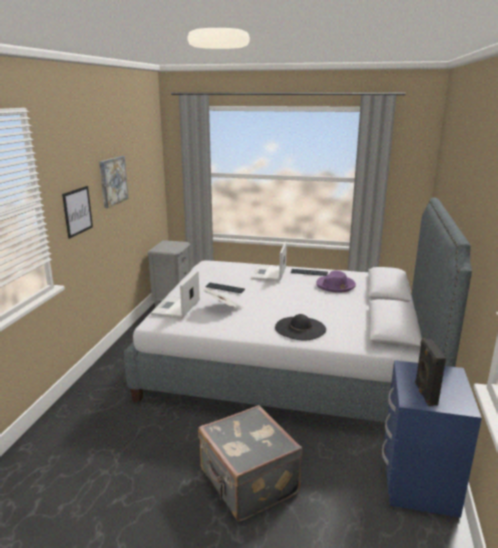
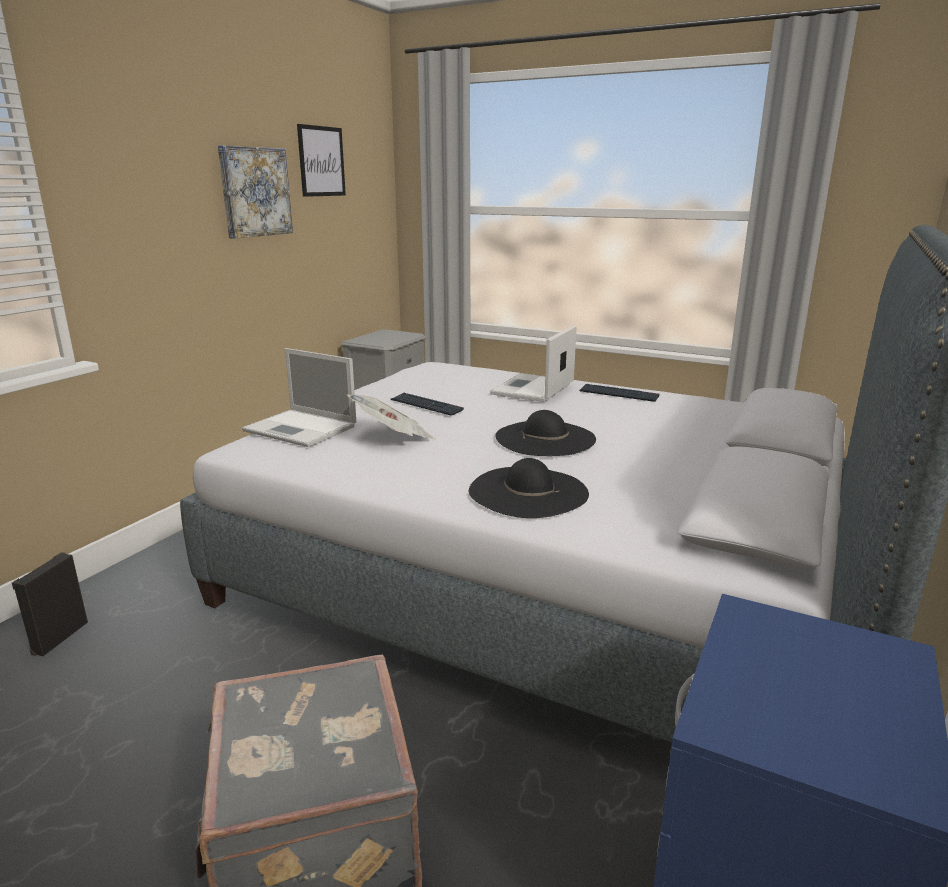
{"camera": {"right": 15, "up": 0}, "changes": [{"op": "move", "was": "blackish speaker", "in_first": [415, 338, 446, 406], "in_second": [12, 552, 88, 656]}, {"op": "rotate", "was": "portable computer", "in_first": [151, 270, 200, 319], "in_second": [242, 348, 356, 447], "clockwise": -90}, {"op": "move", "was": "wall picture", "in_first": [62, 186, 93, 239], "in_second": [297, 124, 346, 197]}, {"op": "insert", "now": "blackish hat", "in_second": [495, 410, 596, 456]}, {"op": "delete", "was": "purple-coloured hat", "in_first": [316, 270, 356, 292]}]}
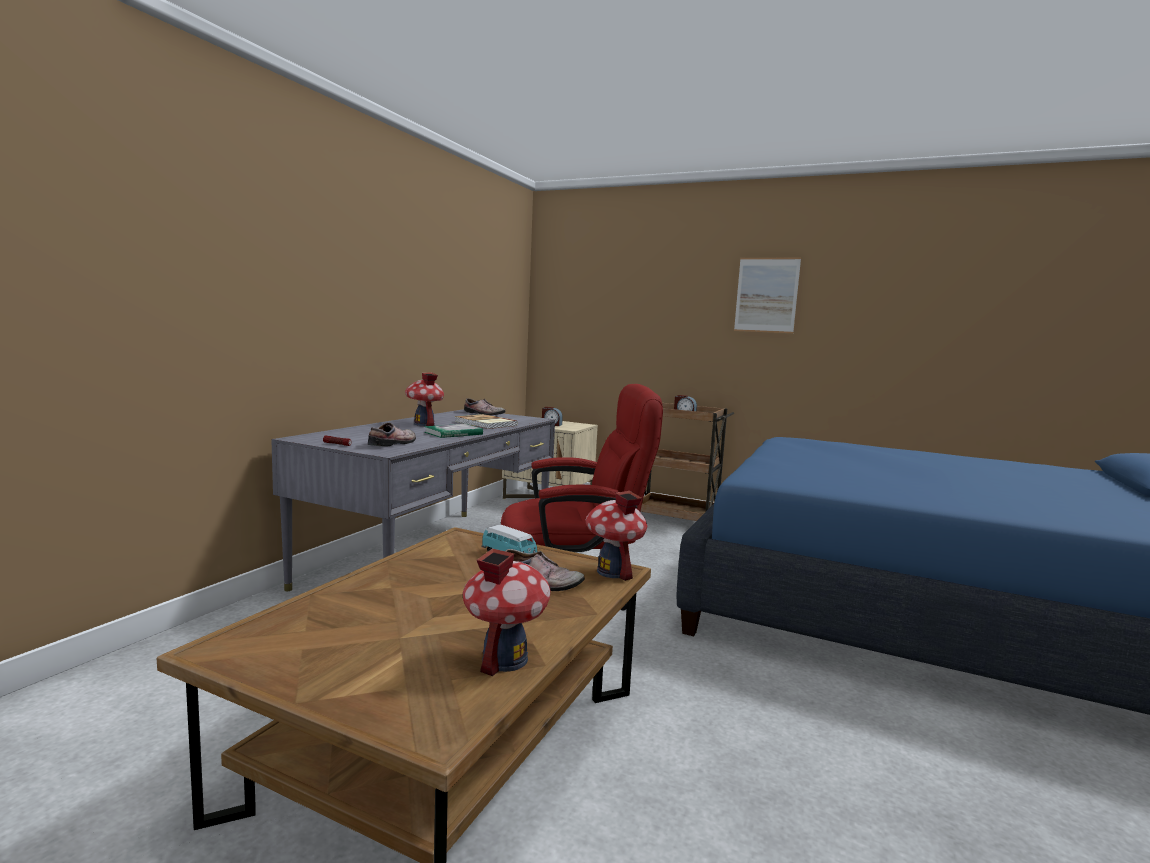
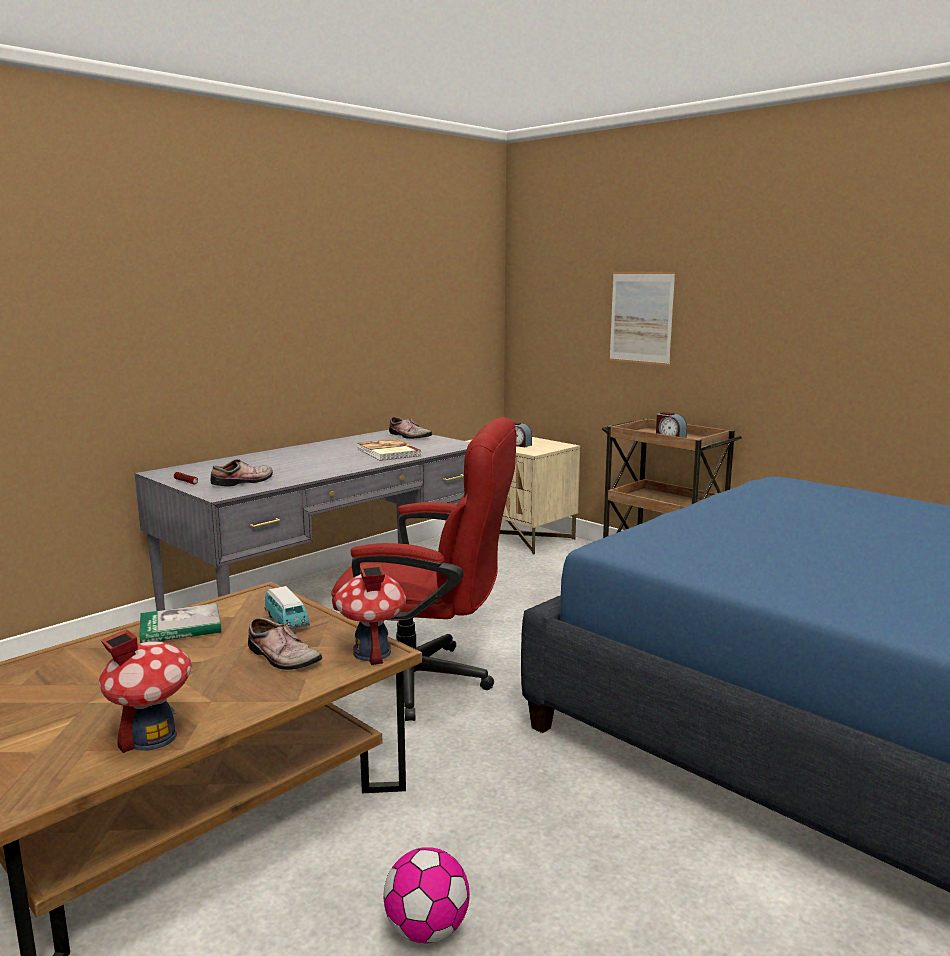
{"camera": {"right": 20, "up": 5}, "changes": [{"op": "move", "was": "bound book", "in_first": [424, 424, 483, 438], "in_second": [139, 603, 221, 643]}, {"op": "insert", "now": "football", "in_second": [383, 847, 470, 944]}, {"op": "move", "was": "wall picture", "in_first": [734, 258, 801, 333], "in_second": [609, 272, 675, 366]}, {"op": "delete", "was": "toy house", "in_first": [405, 373, 444, 426]}]}
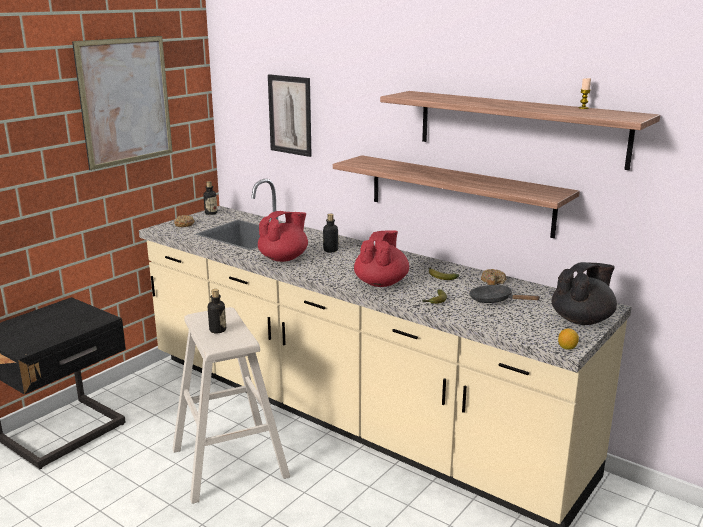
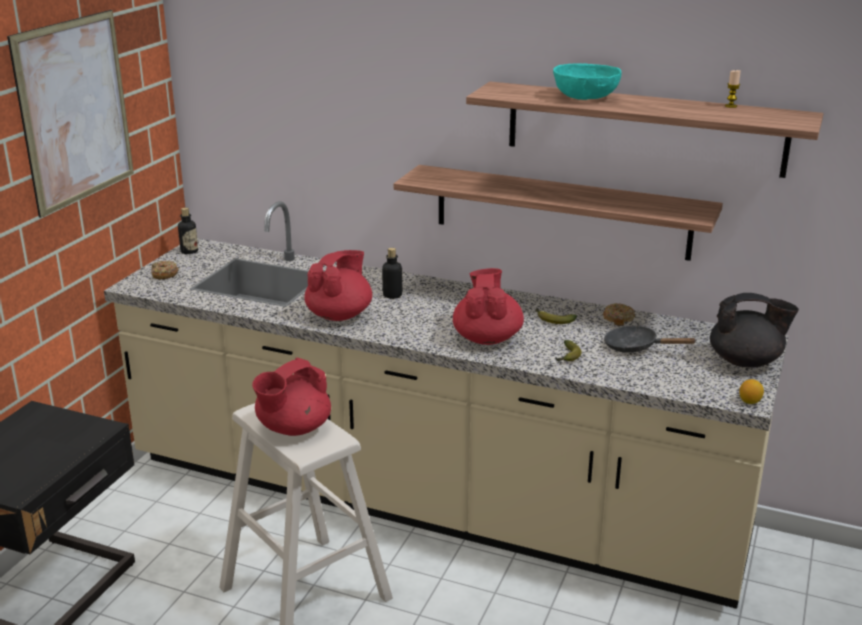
{"camera": {"right": -15, "up": 5}, "changes": [{"op": "replace", "was": "beverage bottle", "now": "reddish teapot", "in_first": [208, 289, 226, 333], "in_second": [252, 358, 331, 436]}, {"op": "insert", "now": "blue-green bowl", "in_second": [553, 64, 621, 100]}, {"op": "rotate", "was": "blackish teapot", "in_first": [552, 262, 617, 325], "in_second": [710, 293, 799, 367], "clockwise": 60}, {"op": "delete", "was": "wall picture", "in_first": [268, 74, 312, 157]}]}
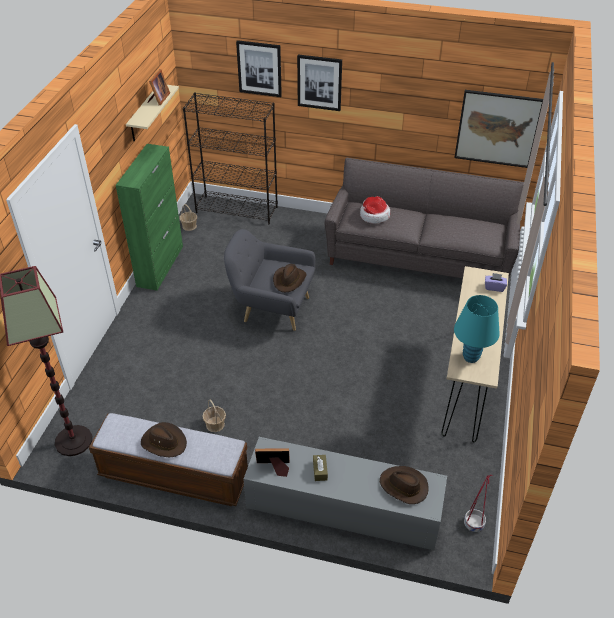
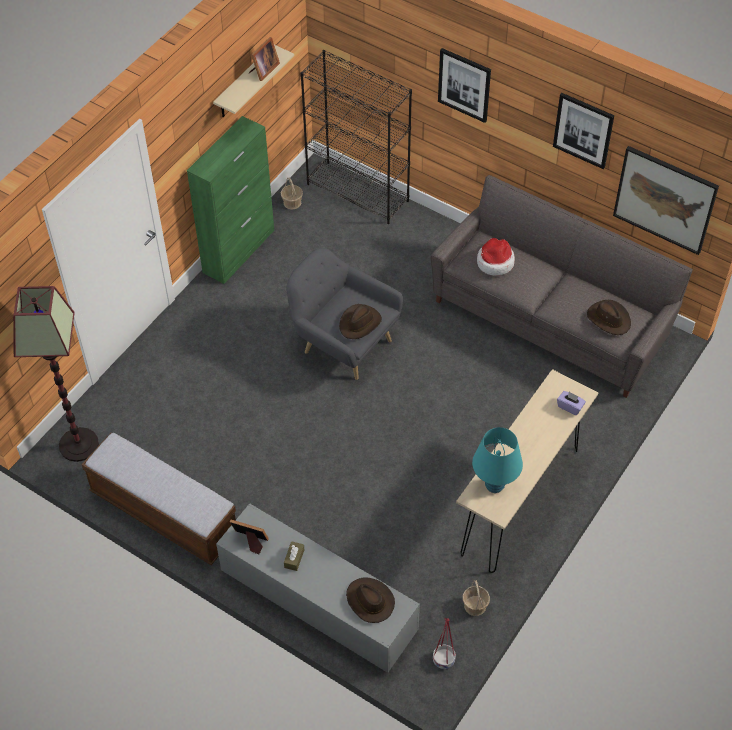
{"camera": {"right": 20, "up": 10}, "changes": [{"op": "move", "was": "basket", "in_first": [202, 399, 226, 432], "in_second": [463, 580, 490, 616]}, {"op": "move", "was": "wall picture", "in_first": [236, 40, 282, 97], "in_second": [553, 93, 614, 169]}, {"op": "move", "was": "brownish hat", "in_first": [141, 422, 187, 457], "in_second": [587, 300, 631, 335]}]}
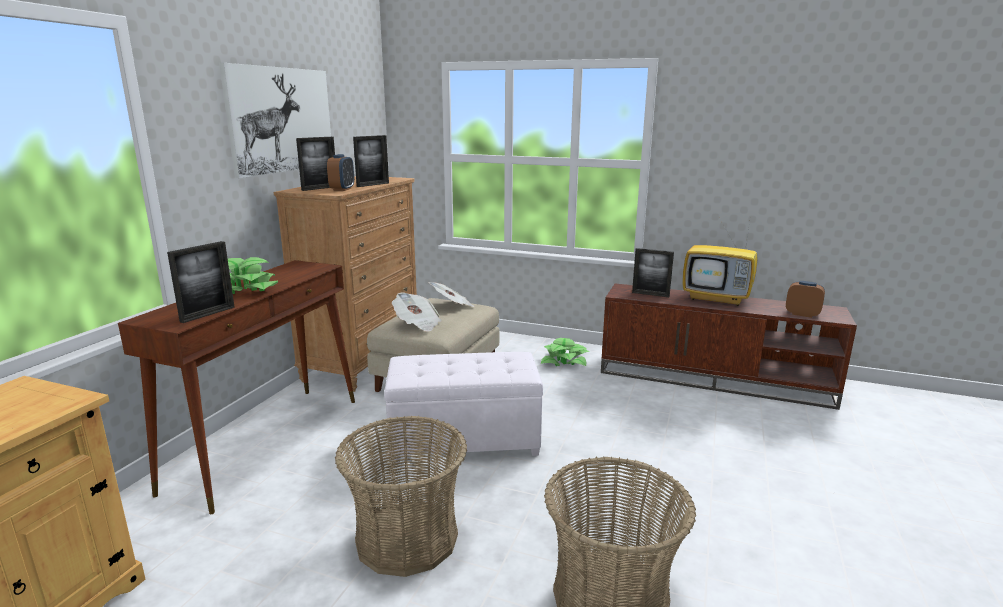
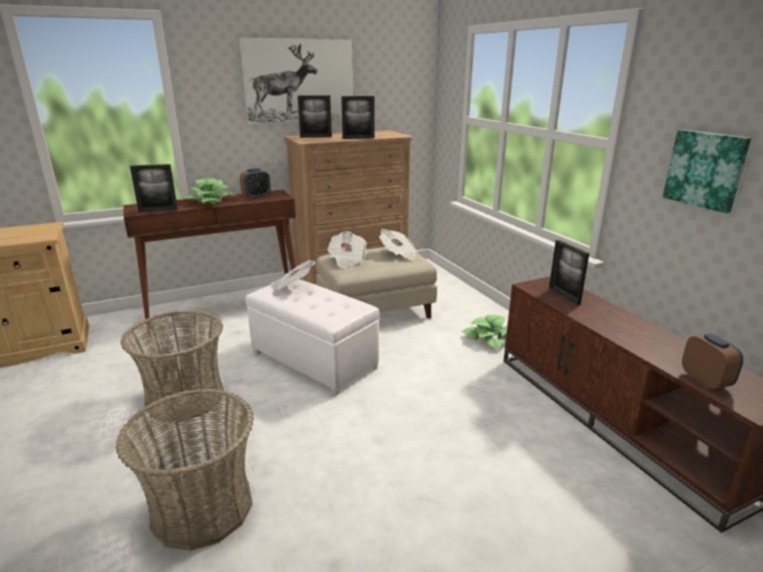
{"camera": {"right": 45, "up": 5}, "changes": [{"op": "move", "was": "table clock", "in_first": [327, 154, 354, 191], "in_second": [240, 168, 271, 199]}, {"op": "insert", "now": "newspaper", "in_second": [270, 260, 315, 292]}, {"op": "insert", "now": "wall picture", "in_second": [663, 130, 751, 213]}, {"op": "delete", "was": "TV set", "in_first": [682, 215, 757, 306]}]}
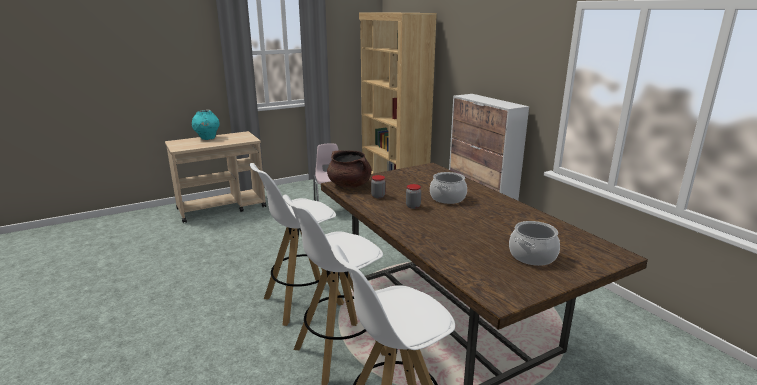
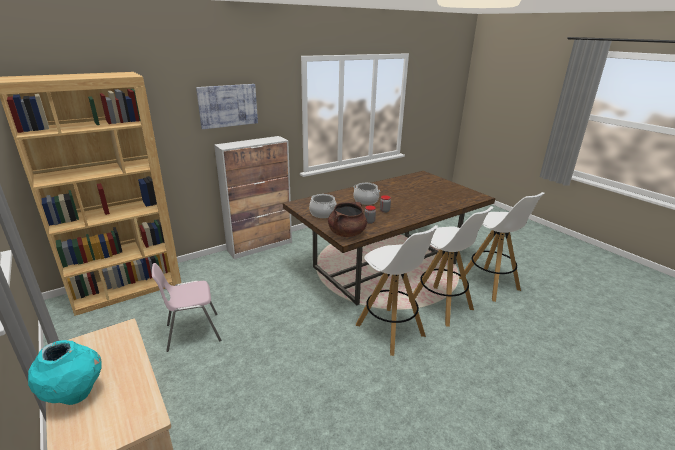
{"camera": {"right": -95, "up": 5}, "changes": [{"op": "insert", "now": "wall picture", "in_second": [196, 84, 258, 129]}, {"op": "move", "was": "cooking pot", "in_first": [509, 221, 560, 266], "in_second": [309, 194, 337, 218]}]}
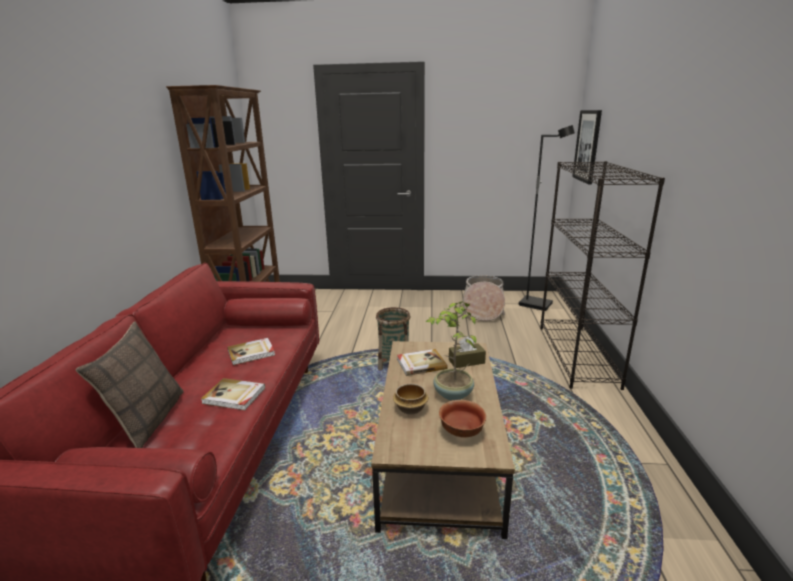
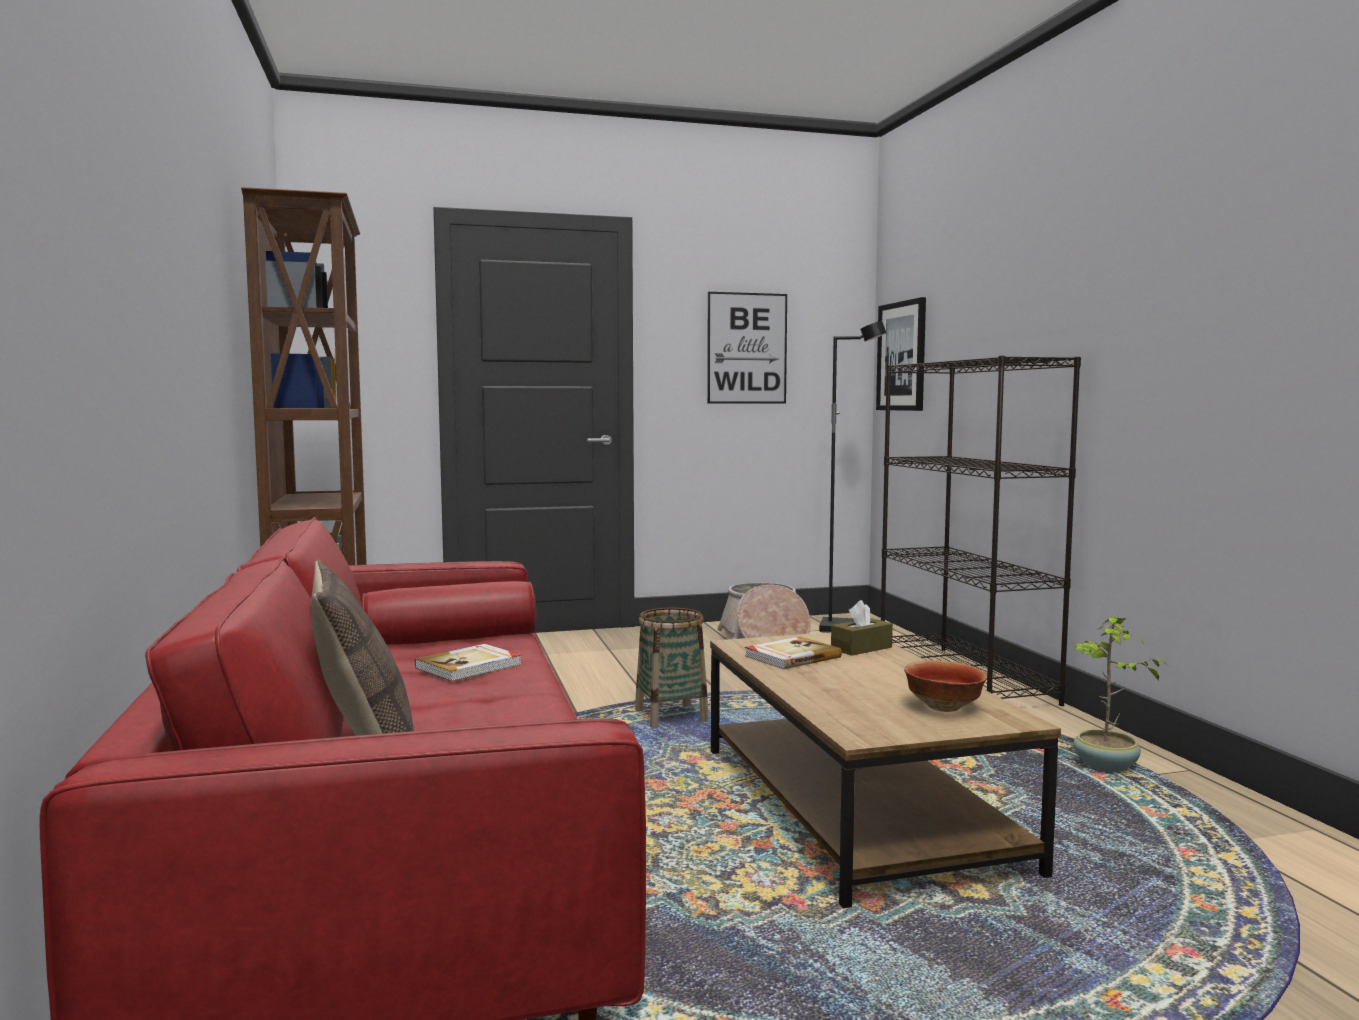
{"camera": {"right": -20, "up": -15}, "changes": [{"op": "insert", "now": "wall picture", "in_second": [707, 292, 787, 403]}, {"op": "move", "was": "houseplant", "in_first": [426, 301, 476, 401], "in_second": [1073, 615, 1168, 772]}, {"op": "delete", "was": "bound book", "in_first": [201, 378, 265, 410]}, {"op": "delete", "was": "bowl", "in_first": [393, 384, 428, 415]}]}
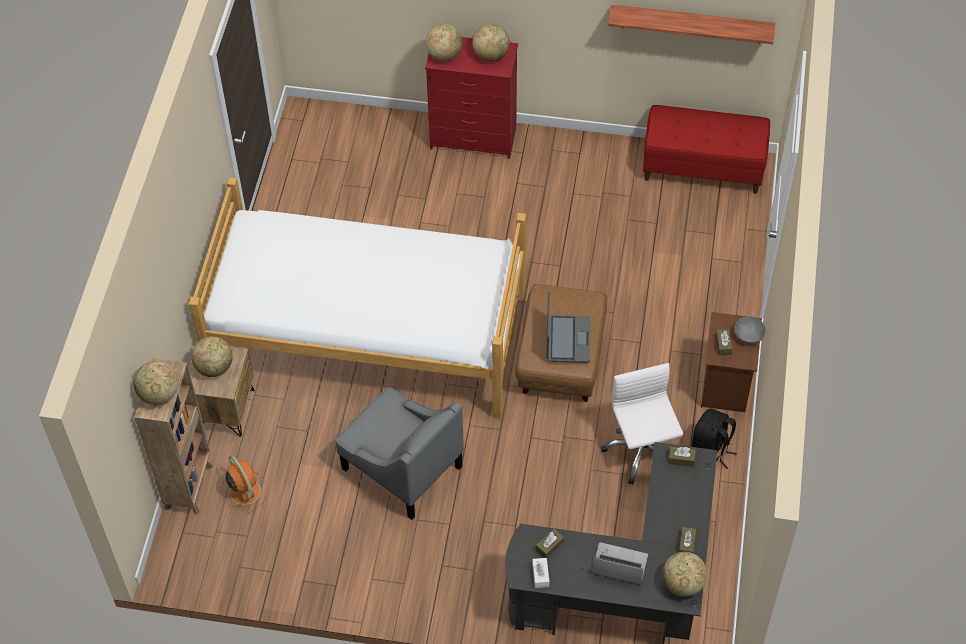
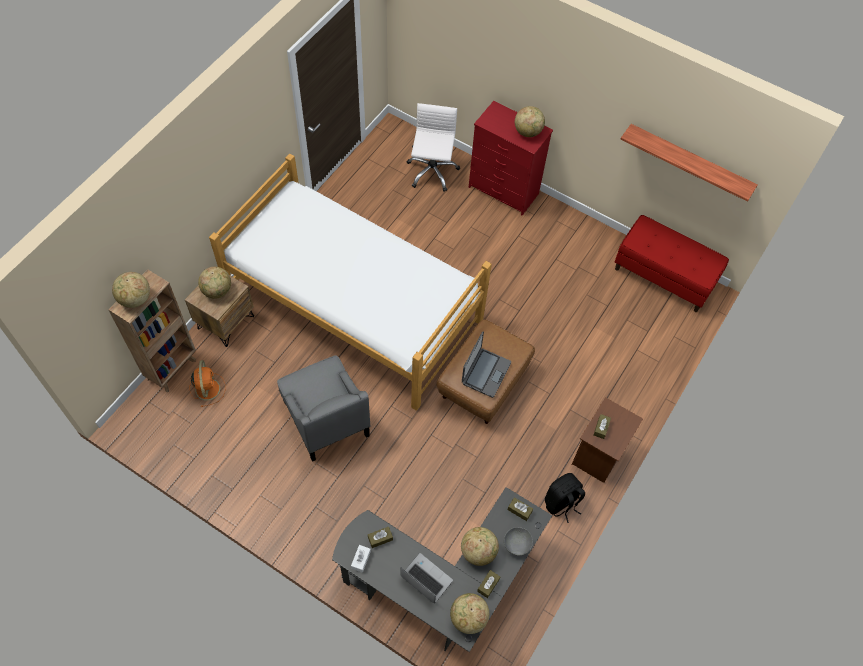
{"camera": {"right": 20, "up": 5}, "changes": [{"op": "move", "was": "whitish computer chair", "in_first": [601, 363, 683, 485], "in_second": [407, 103, 460, 192]}, {"op": "move", "was": "globe", "in_first": [426, 23, 463, 61], "in_second": [461, 527, 499, 566]}, {"op": "move", "was": "grey bowl", "in_first": [734, 316, 766, 344], "in_second": [504, 527, 533, 556]}]}
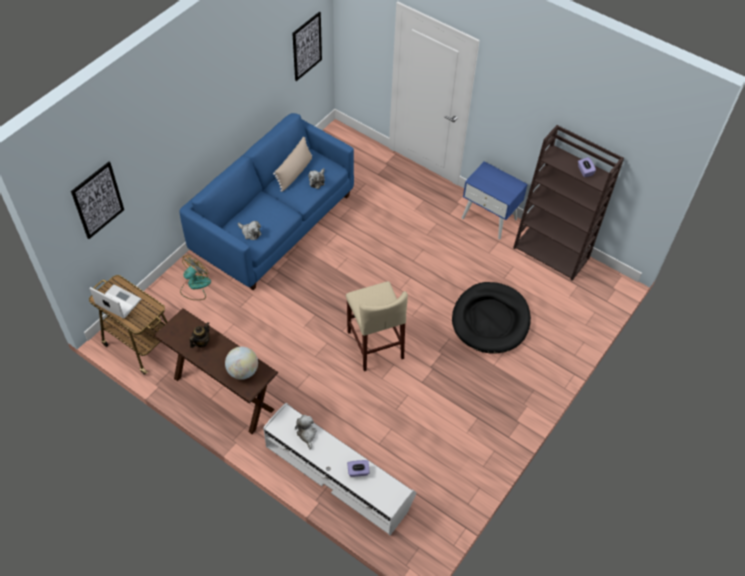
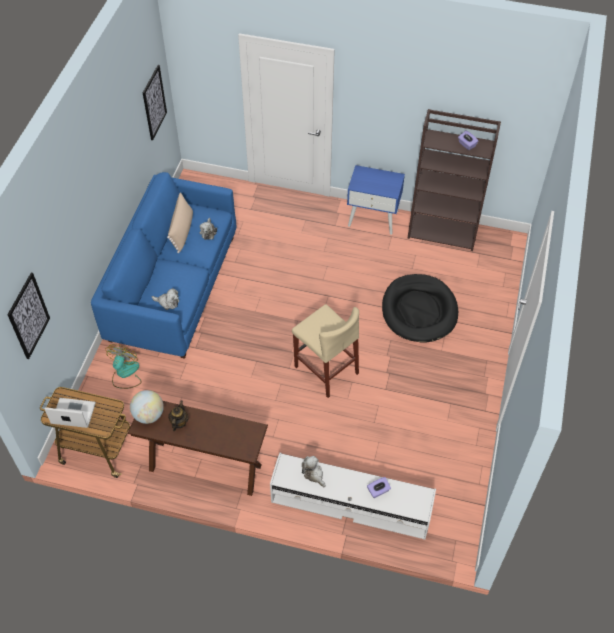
{"camera": {"right": -20, "up": 0}, "changes": [{"op": "move", "was": "globe", "in_first": [225, 347, 258, 380], "in_second": [130, 390, 164, 424]}]}
